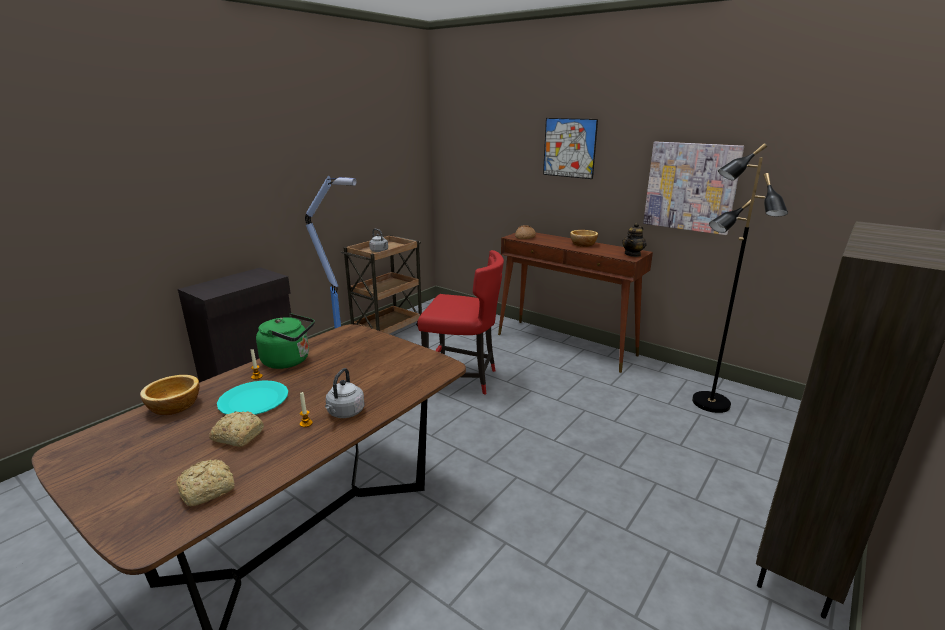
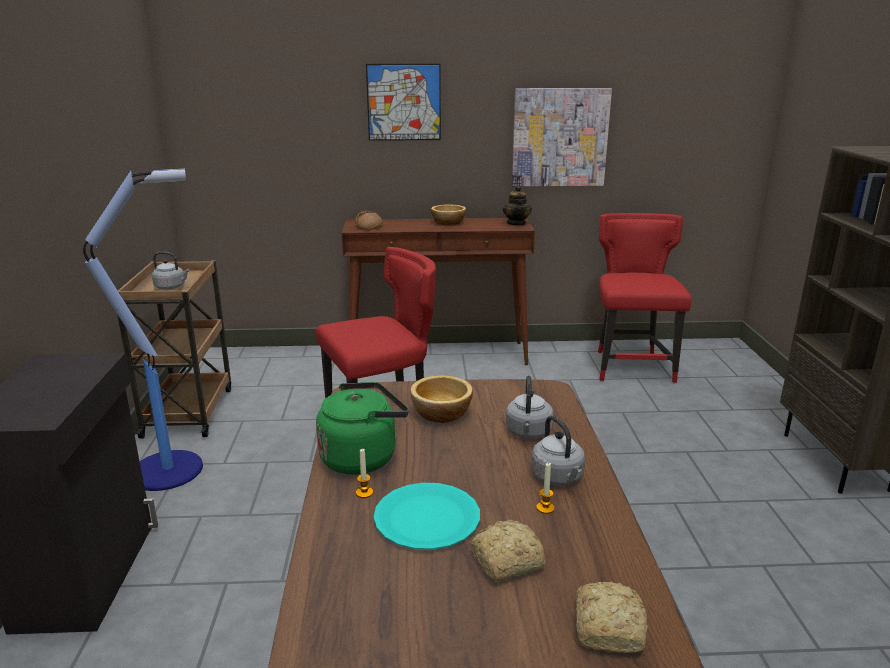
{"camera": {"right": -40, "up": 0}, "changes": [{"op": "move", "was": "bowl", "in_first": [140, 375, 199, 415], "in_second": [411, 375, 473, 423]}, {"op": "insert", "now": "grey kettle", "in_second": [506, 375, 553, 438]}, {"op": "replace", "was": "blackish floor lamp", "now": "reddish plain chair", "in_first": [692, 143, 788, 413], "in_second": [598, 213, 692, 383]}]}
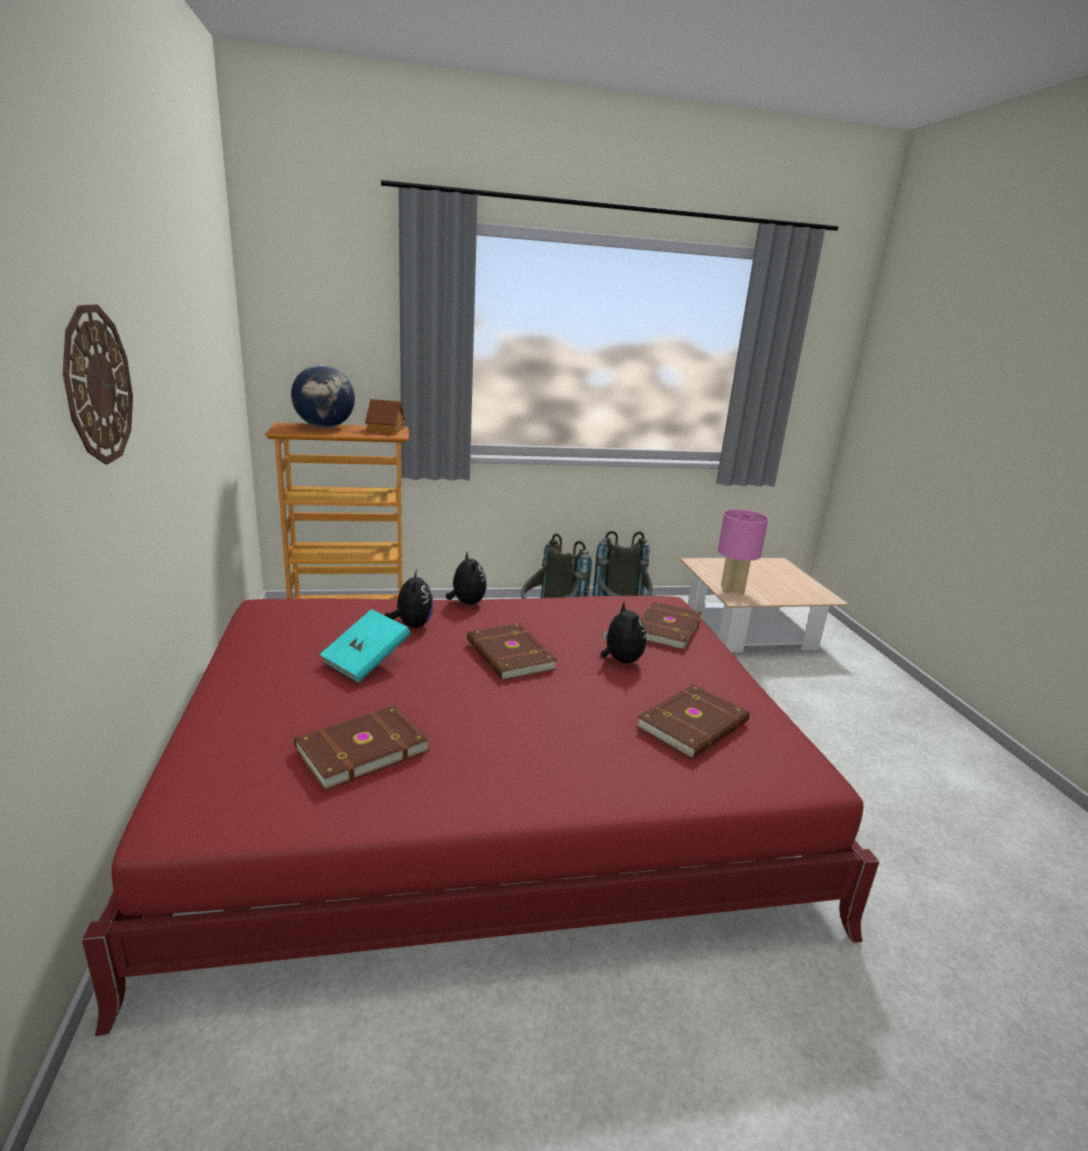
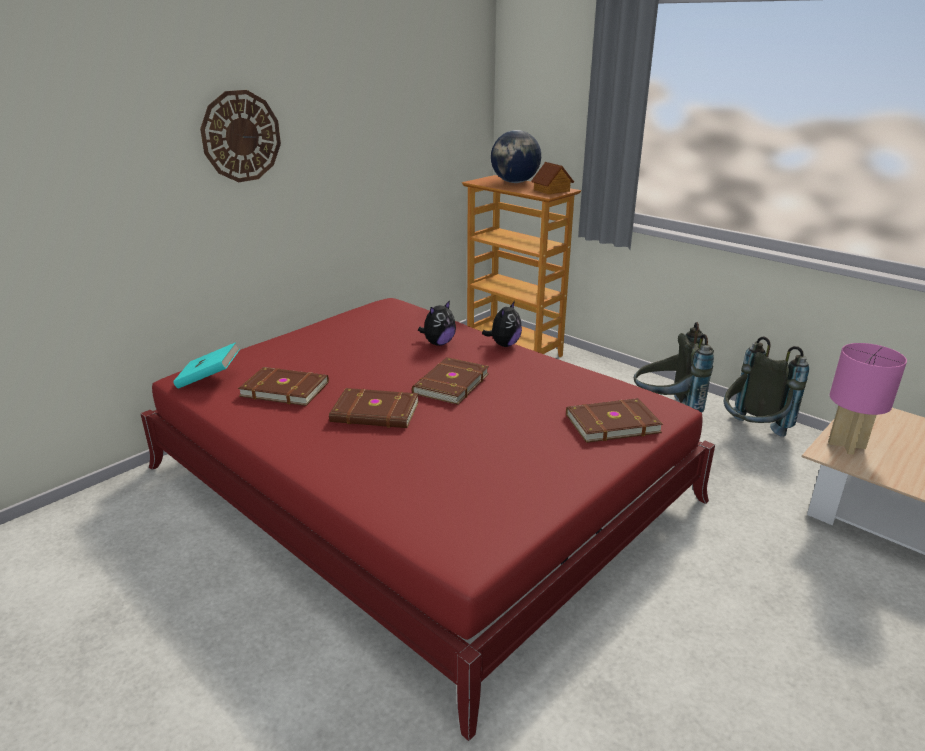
{"camera": {"right": 55, "up": 5}, "changes": [{"op": "move", "was": "blue-green bound book", "in_first": [319, 609, 411, 682], "in_second": [173, 342, 240, 389]}, {"op": "move", "was": "brownish bound book", "in_first": [636, 684, 750, 759], "in_second": [329, 388, 419, 428]}, {"op": "delete", "was": "soft toy", "in_first": [601, 602, 646, 663]}]}
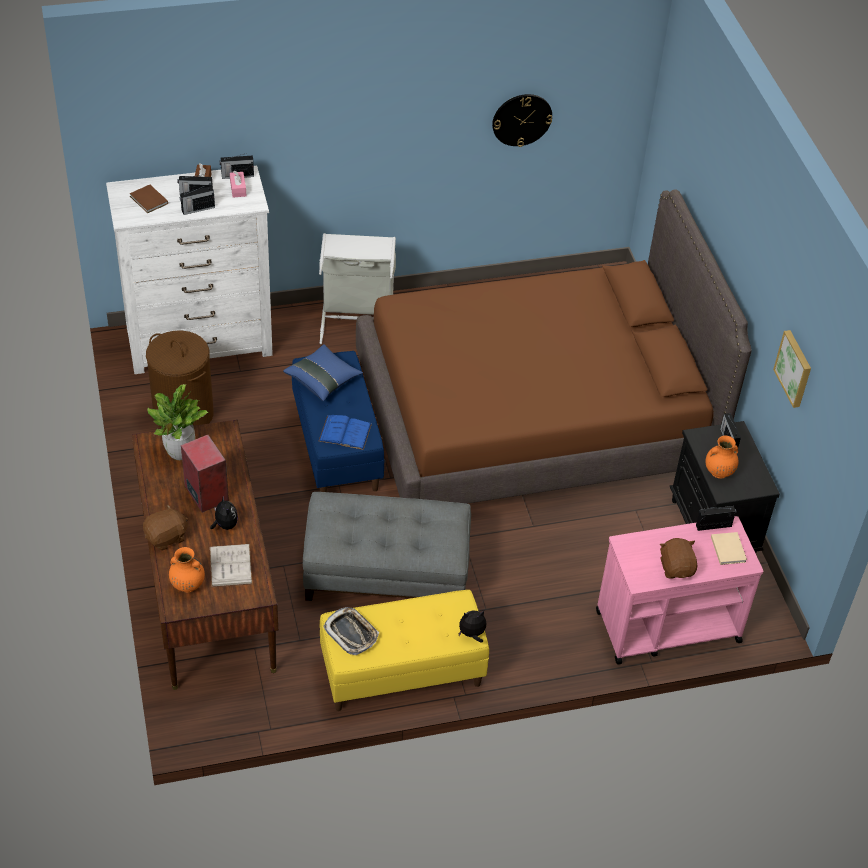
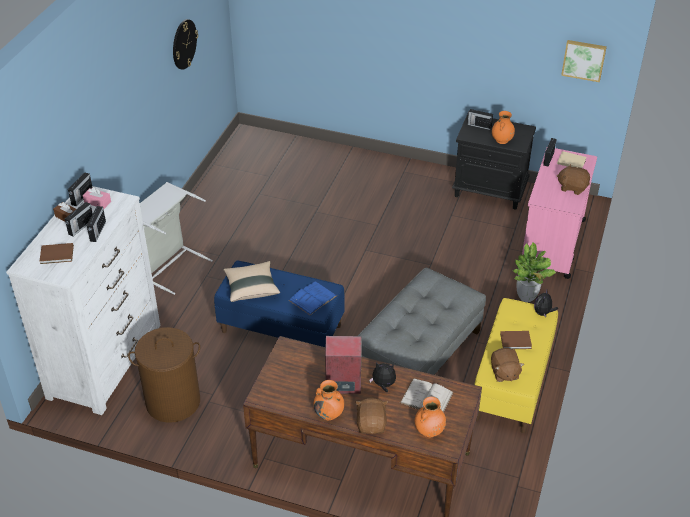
{"camera": {"right": -55, "up": -5}, "changes": [{"op": "recolor", "was": "bluish throw pillow", "now": "beige-coloured throw pillow", "in_first": [283, 344, 363, 401], "in_second": [223, 261, 280, 302]}, {"op": "insert", "now": "orange decorative vase", "in_second": [313, 380, 344, 420]}, {"op": "replace", "was": "carrying tray", "now": "brownish soft toy", "in_first": [323, 607, 379, 655], "in_second": [491, 348, 524, 382]}, {"op": "insert", "now": "brownish bound book", "in_second": [500, 331, 532, 349]}, {"op": "move", "was": "houseplant", "in_first": [147, 384, 208, 460], "in_second": [512, 242, 556, 302]}, {"op": "move", "was": "wall picture", "in_first": [773, 330, 811, 408], "in_second": [561, 40, 607, 82]}, {"op": "delete", "was": "brownish bedroom bed", "in_first": [356, 190, 752, 504]}]}
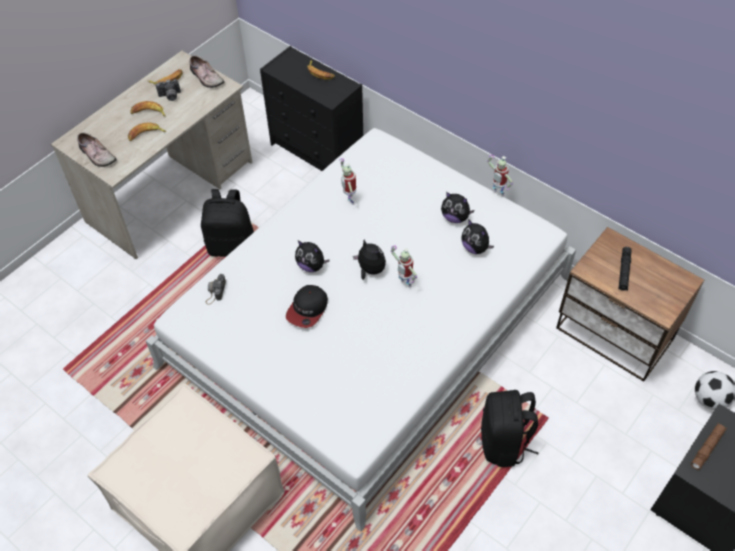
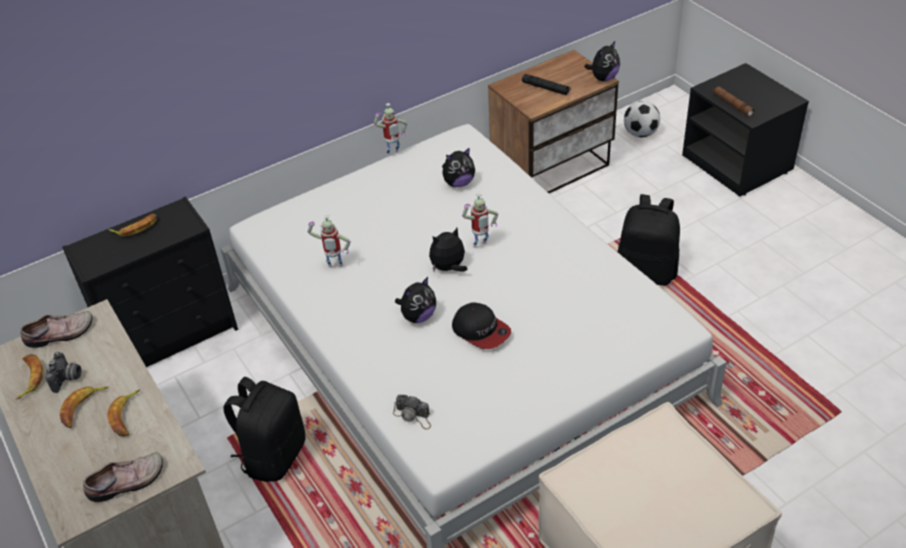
{"camera": {"right": -70, "up": -10}, "changes": [{"op": "move", "was": "soft toy", "in_first": [441, 192, 474, 223], "in_second": [584, 41, 620, 81]}]}
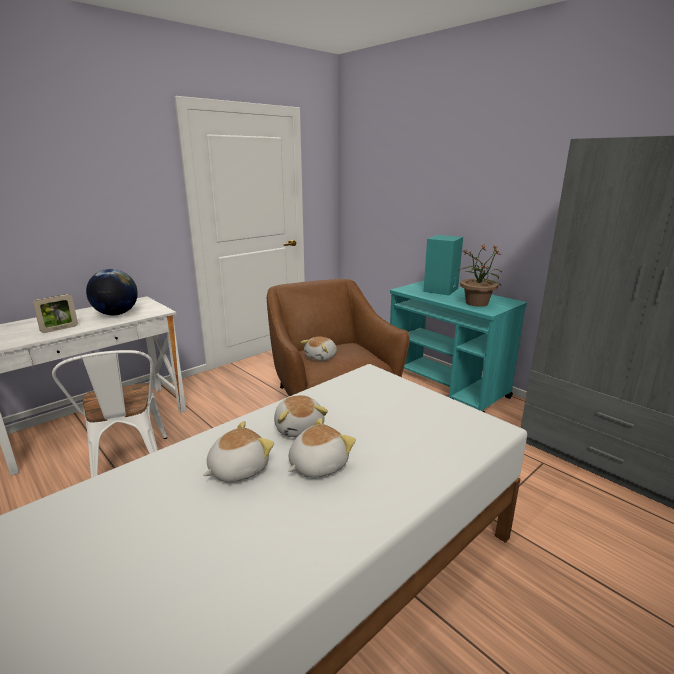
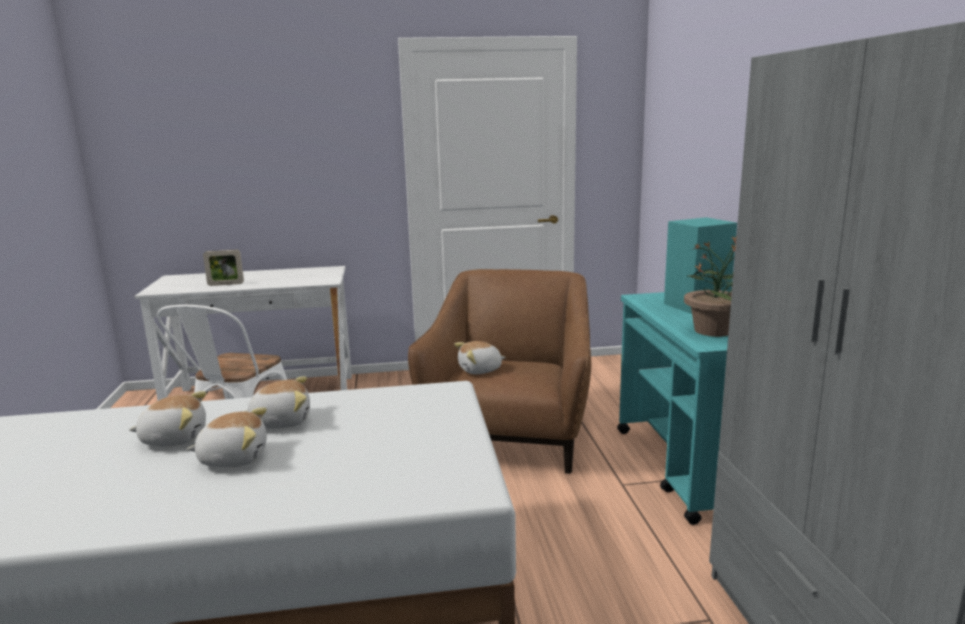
{"camera": {"right": 35, "up": -5}, "changes": [{"op": "rotate", "was": "soft toy", "in_first": [274, 395, 328, 437], "in_second": [246, 376, 310, 429], "clockwise": -120}, {"op": "delete", "was": "globe", "in_first": [86, 269, 138, 315]}]}
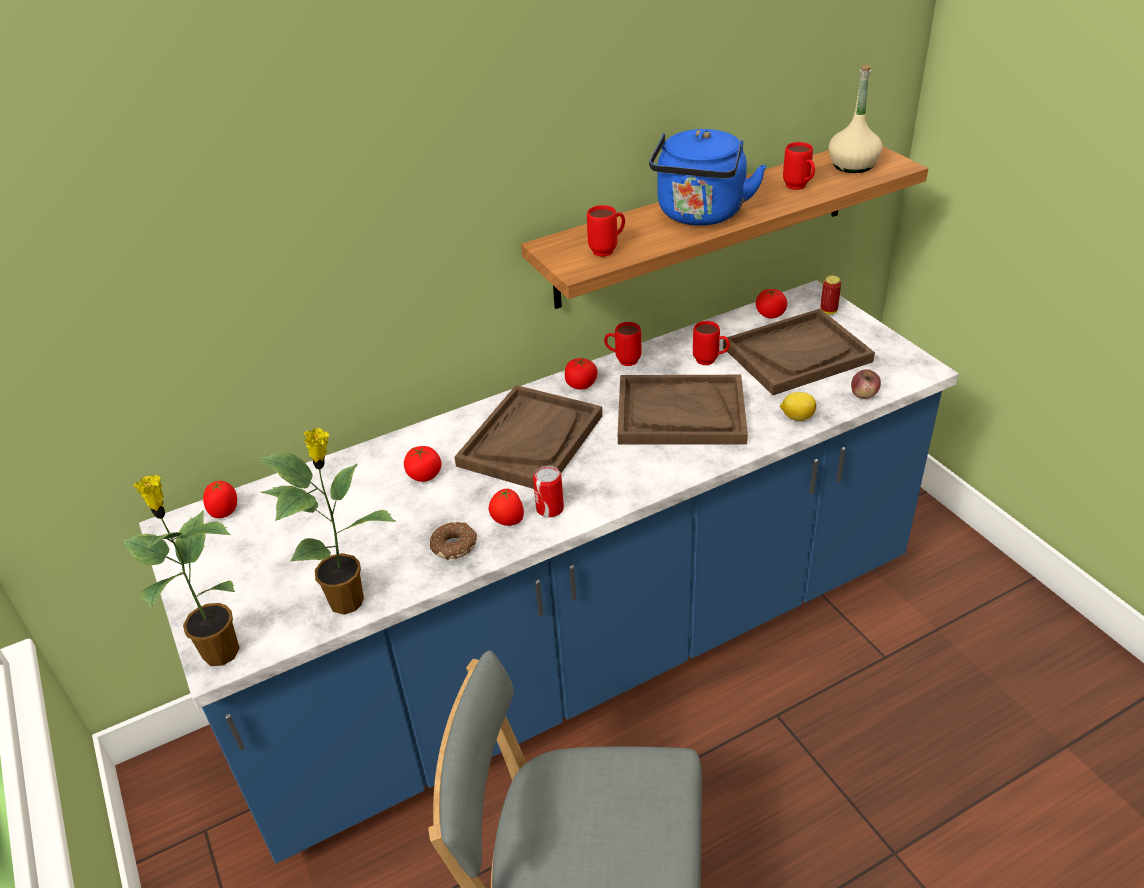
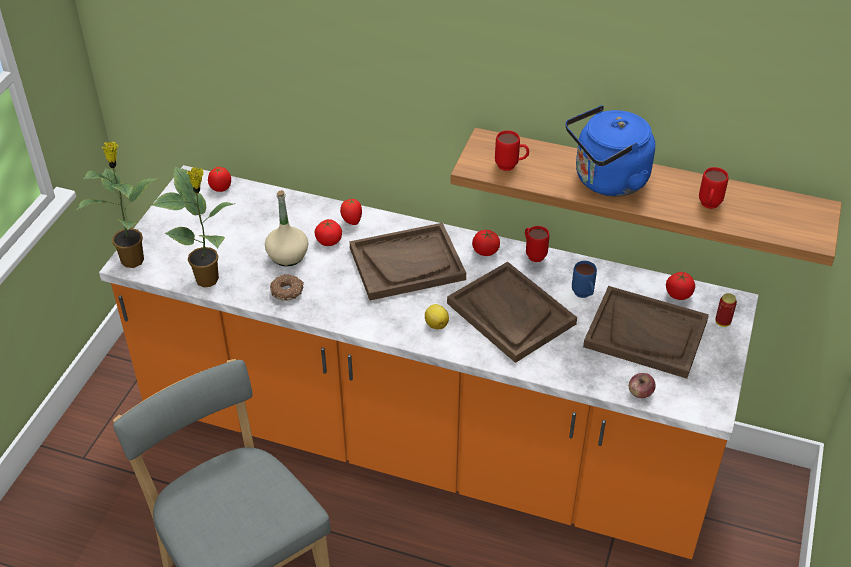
{"camera": {"right": 45, "up": 5}, "changes": [{"op": "recolor", "was": "bluish kitchen counter", "now": "orange kitchen counter", "in_first": [139, 280, 959, 863], "in_second": [99, 165, 759, 559]}, {"op": "move", "was": "beige-coloured beverage bottle", "in_first": [829, 64, 882, 173], "in_second": [265, 190, 309, 266]}, {"op": "move", "was": "fresh tomato", "in_first": [488, 489, 524, 526], "in_second": [340, 199, 362, 225]}, {"op": "move", "was": "citrus fruit", "in_first": [780, 392, 816, 421], "in_second": [425, 304, 449, 329]}, {"op": "recolor", "was": "reddish mug", "now": "bluish mug", "in_first": [693, 321, 730, 365], "in_second": [572, 261, 597, 298]}, {"op": "delete", "was": "sealed can", "in_first": [533, 466, 564, 517]}]}
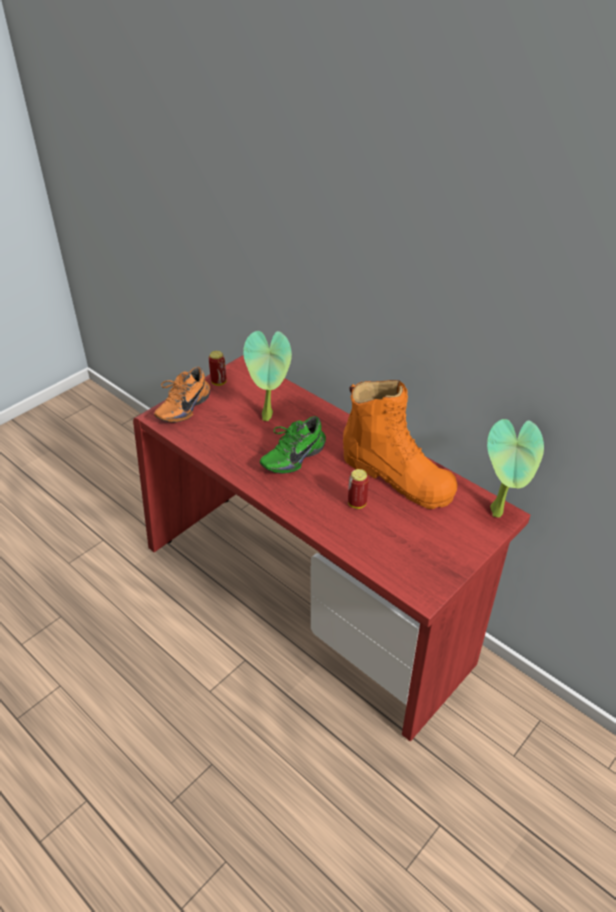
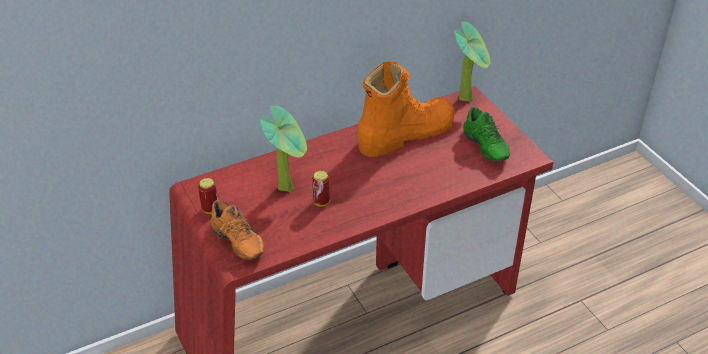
{"camera": {"right": -70, "up": 0}, "changes": [{"op": "move", "was": "sealed can", "in_first": [348, 469, 369, 509], "in_second": [312, 171, 330, 206]}, {"op": "move", "was": "greenish low shoe", "in_first": [260, 416, 326, 474], "in_second": [463, 107, 510, 162]}]}
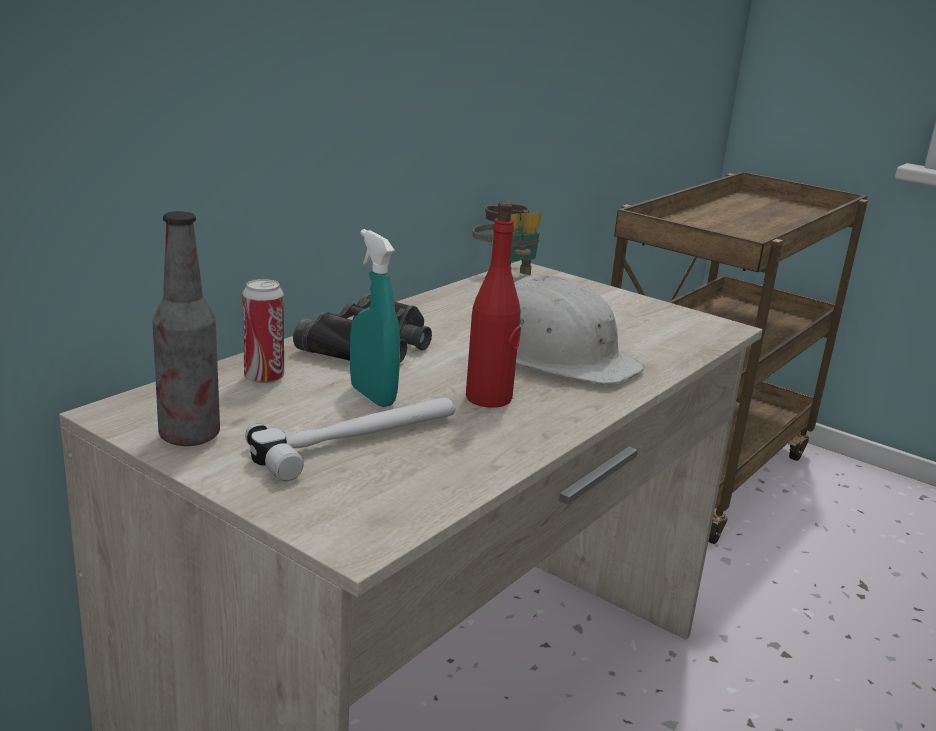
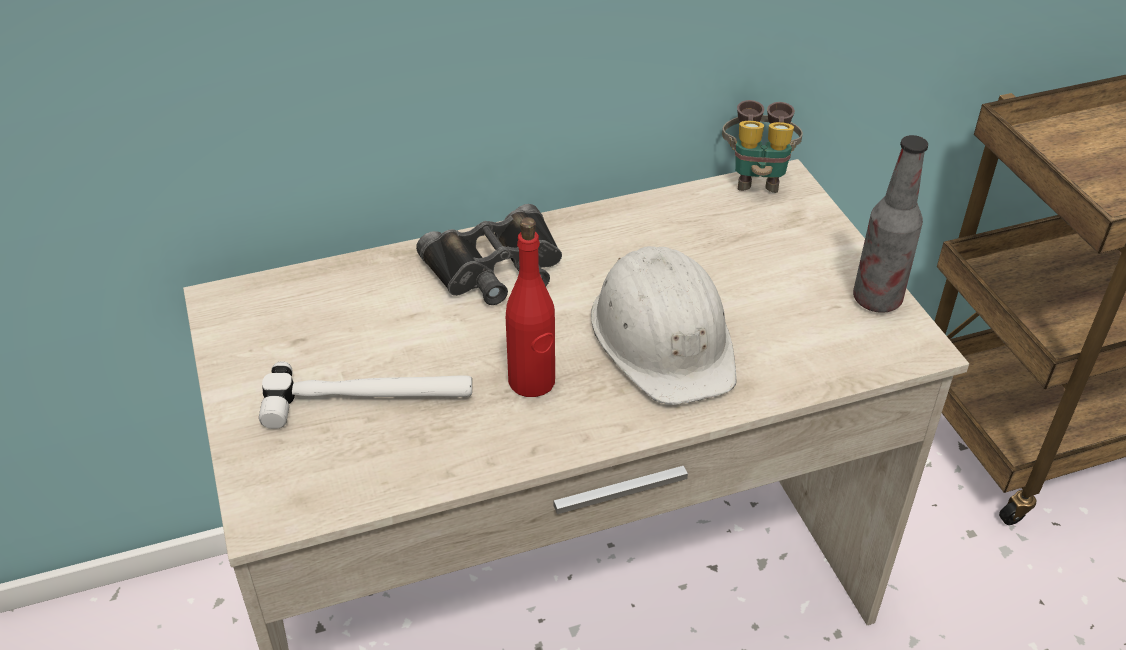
{"camera": {"right": 35, "up": 20}, "changes": [{"op": "move", "was": "beverage bottle", "in_first": [152, 211, 220, 446], "in_second": [853, 135, 928, 313]}, {"op": "delete", "was": "sealed can", "in_first": [242, 279, 284, 384]}, {"op": "delete", "was": "blue-green sprayer", "in_first": [350, 229, 400, 407]}]}
